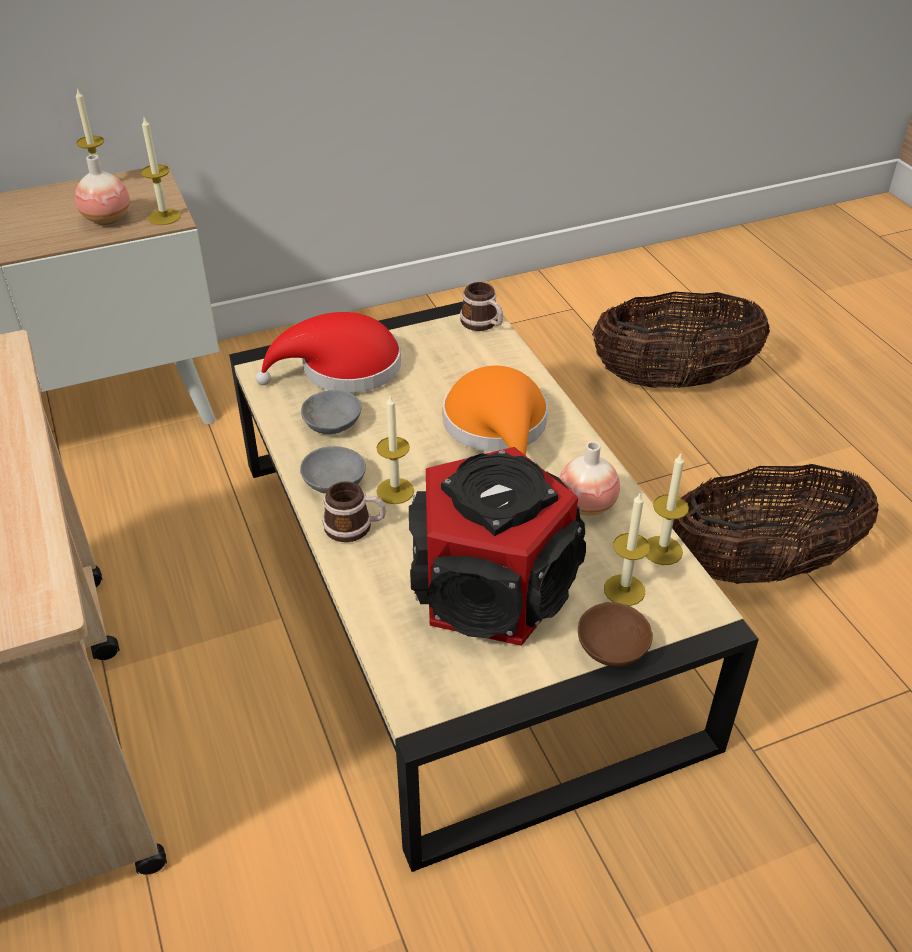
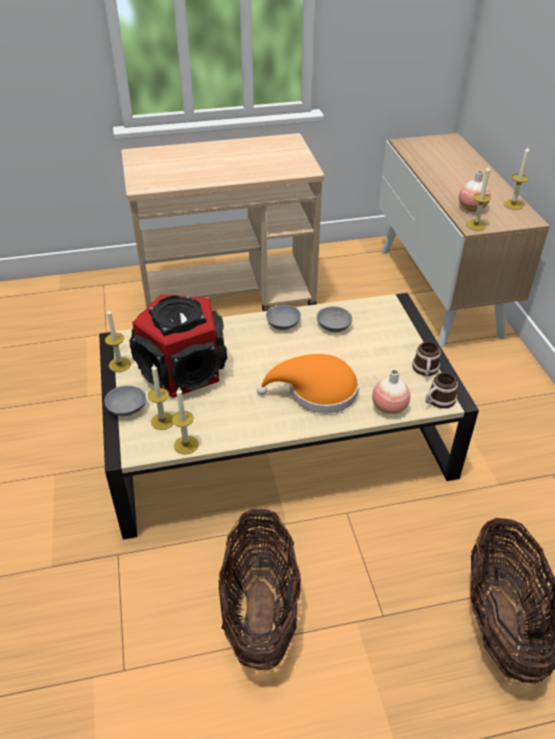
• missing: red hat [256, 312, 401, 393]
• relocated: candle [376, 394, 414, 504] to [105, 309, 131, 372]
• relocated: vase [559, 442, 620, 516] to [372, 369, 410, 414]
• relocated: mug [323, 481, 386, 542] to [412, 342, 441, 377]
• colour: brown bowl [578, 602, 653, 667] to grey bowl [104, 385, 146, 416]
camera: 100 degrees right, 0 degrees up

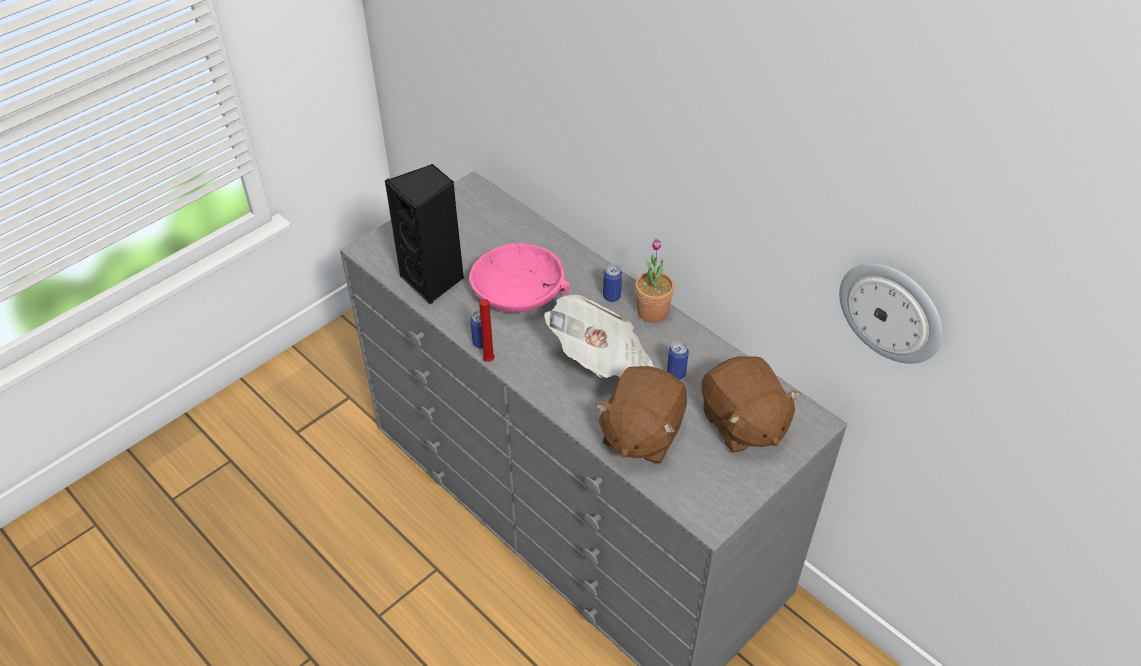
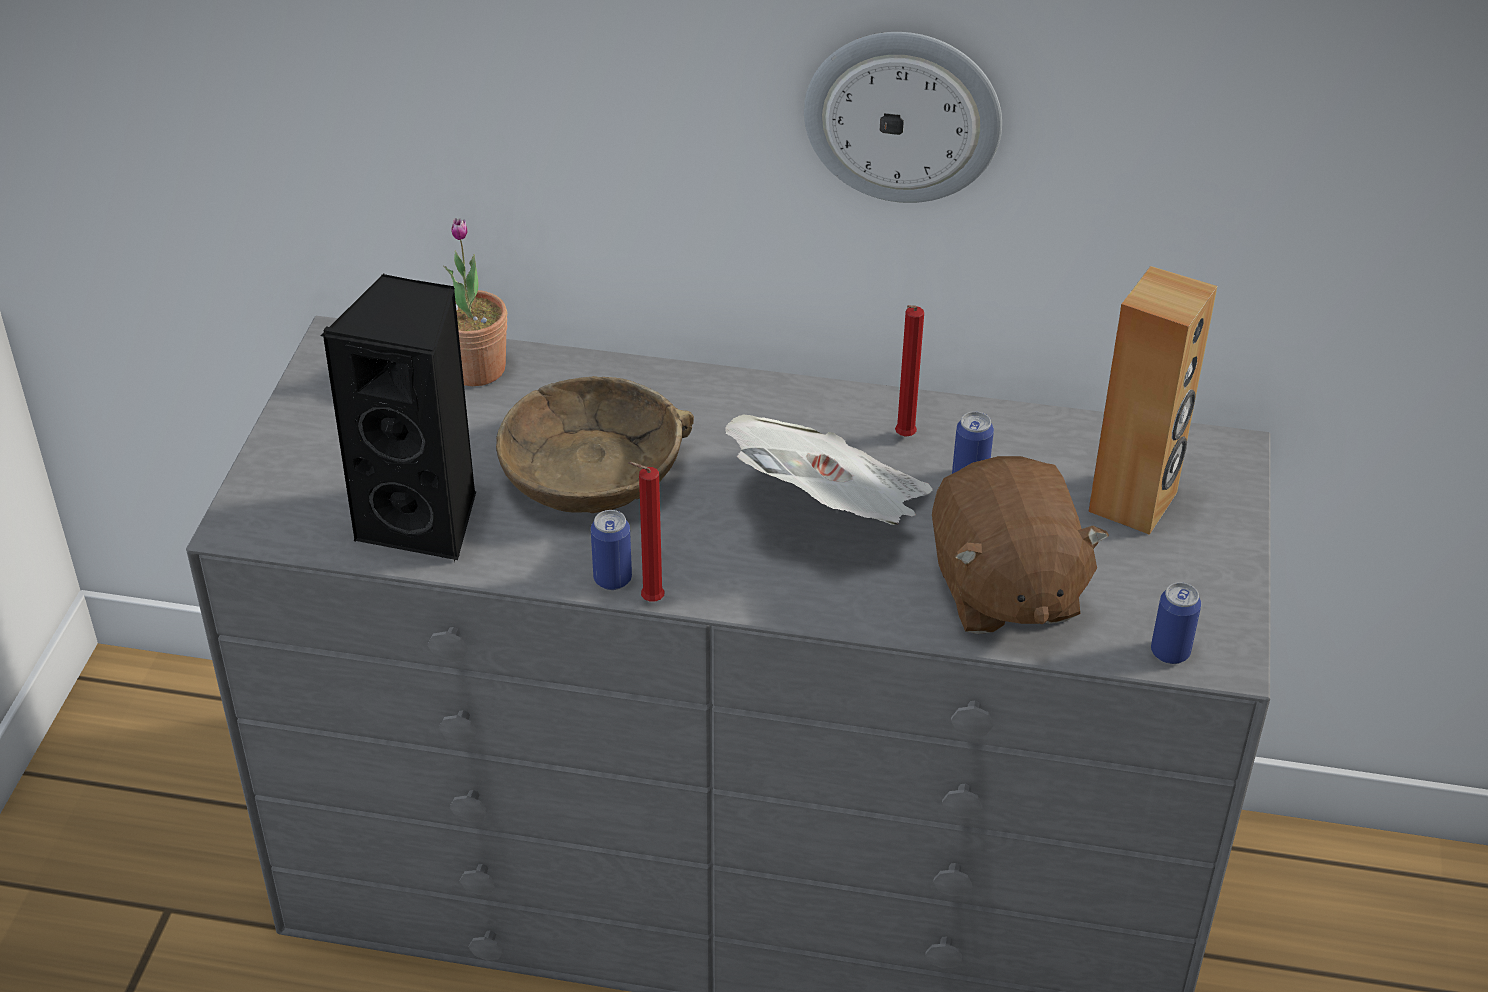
• relocated: potted plant [635, 238, 674, 322] to [443, 218, 507, 386]
• colour: pink bowl [469, 243, 570, 313] to brown bowl [496, 376, 694, 513]
• relocated: wall clock [839, 263, 943, 364] to [804, 32, 1002, 203]
• relocated: can [603, 265, 622, 302] to [1151, 582, 1201, 664]
• exchanged: brown plush toy [701, 356, 801, 452] to brown speaker [1088, 266, 1217, 535]
• appeared: red candle [895, 305, 924, 437]
camera: 35 degrees left, 5 degrees down

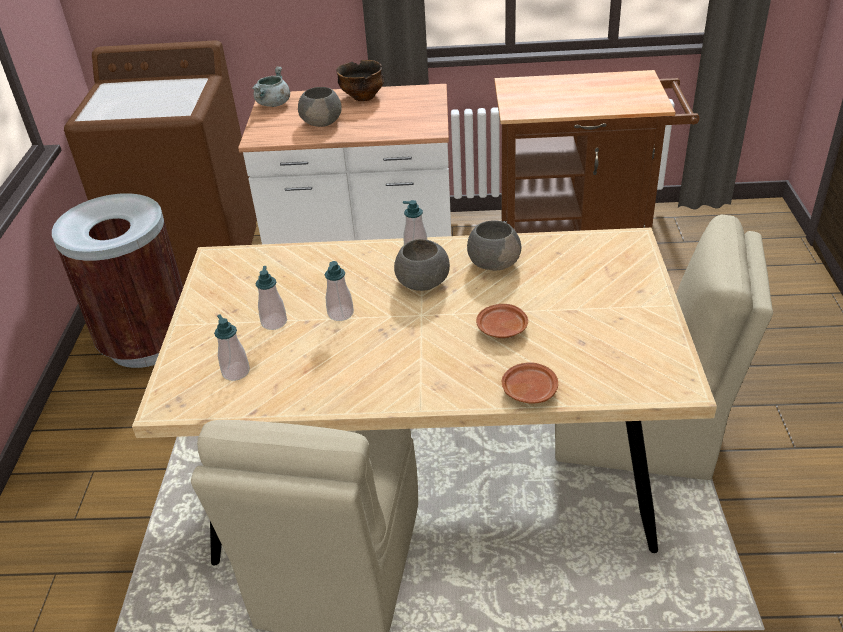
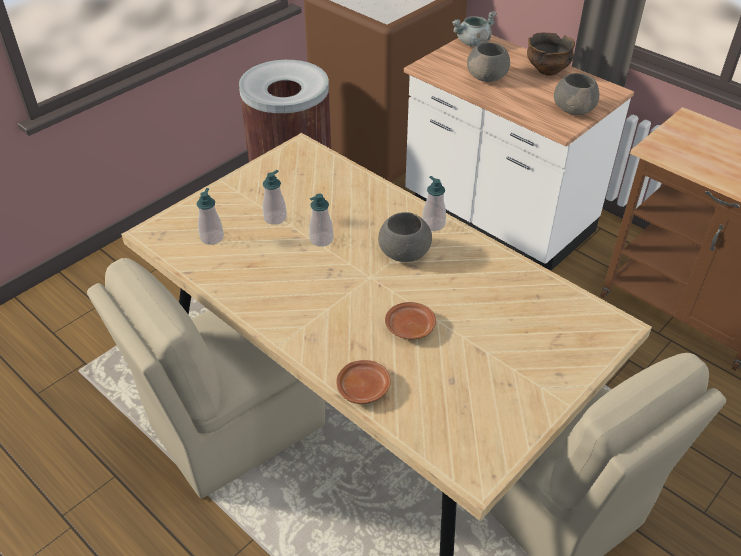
• relocated: grey bowl [467, 220, 521, 271] to [554, 73, 599, 115]
camera: 40 degrees right, 5 degrees up

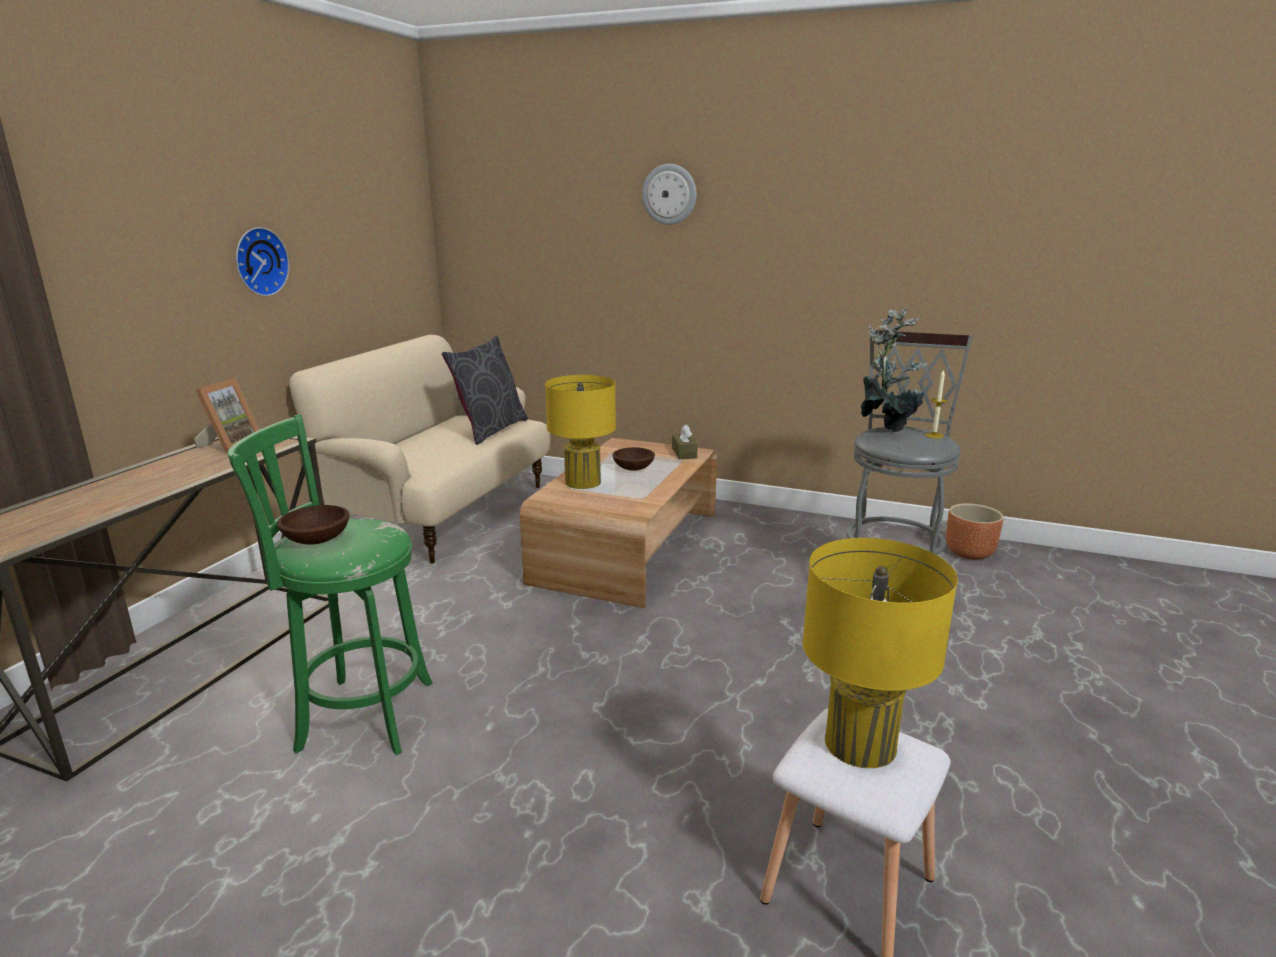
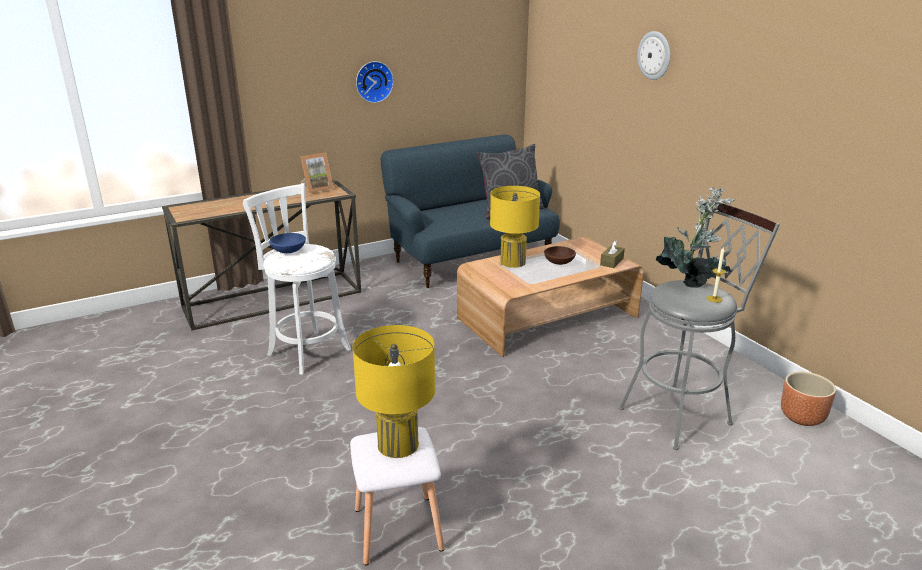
• colour: beige sofa [289, 335, 551, 564] to blue sofa [381, 134, 560, 288]
• colour: green stool [228, 414, 433, 755] to white stool [243, 183, 351, 375]
• colour: brown bowl [277, 505, 350, 545] to blue bowl [269, 233, 306, 253]
camera: 40 degrees right, 5 degrees up

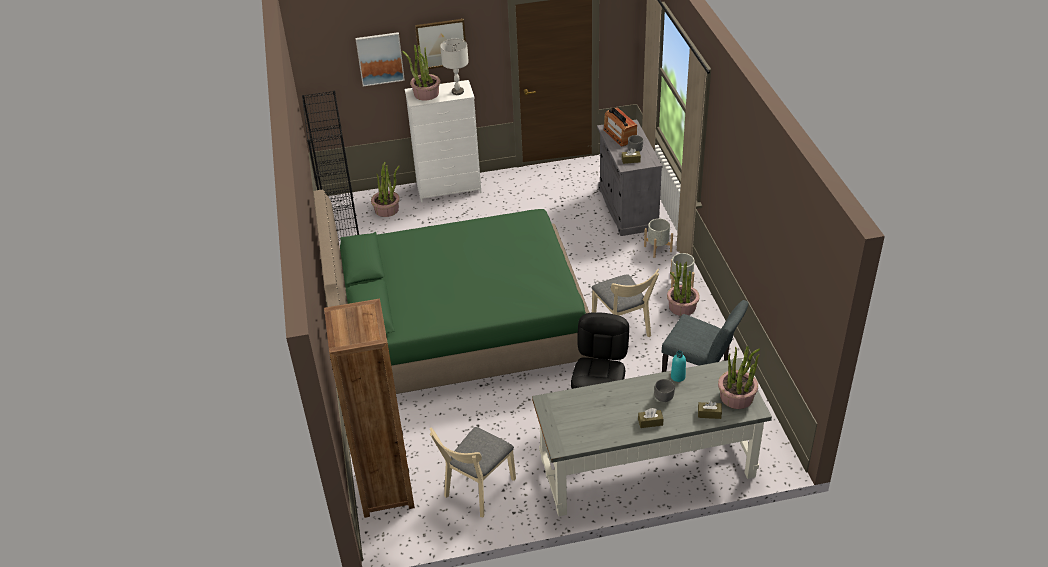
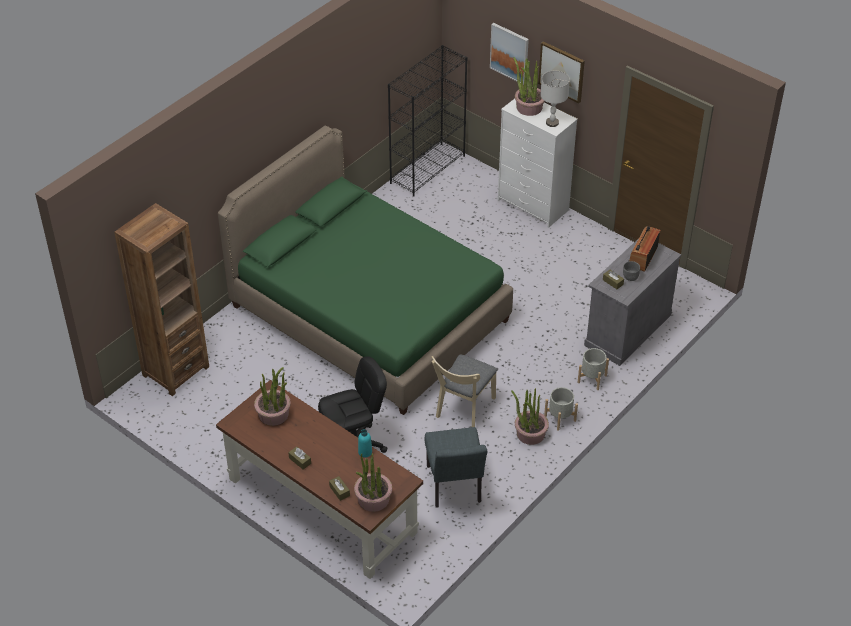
• relocated: potted plant [371, 162, 400, 217] to [254, 367, 291, 426]
• colour: grey desk [532, 358, 772, 517] to brown desk [216, 380, 423, 579]
• missing: grey bowl [654, 379, 675, 402]
• missing: beige chair [430, 427, 516, 517]
camera: 50 degrees right, 5 degrees up

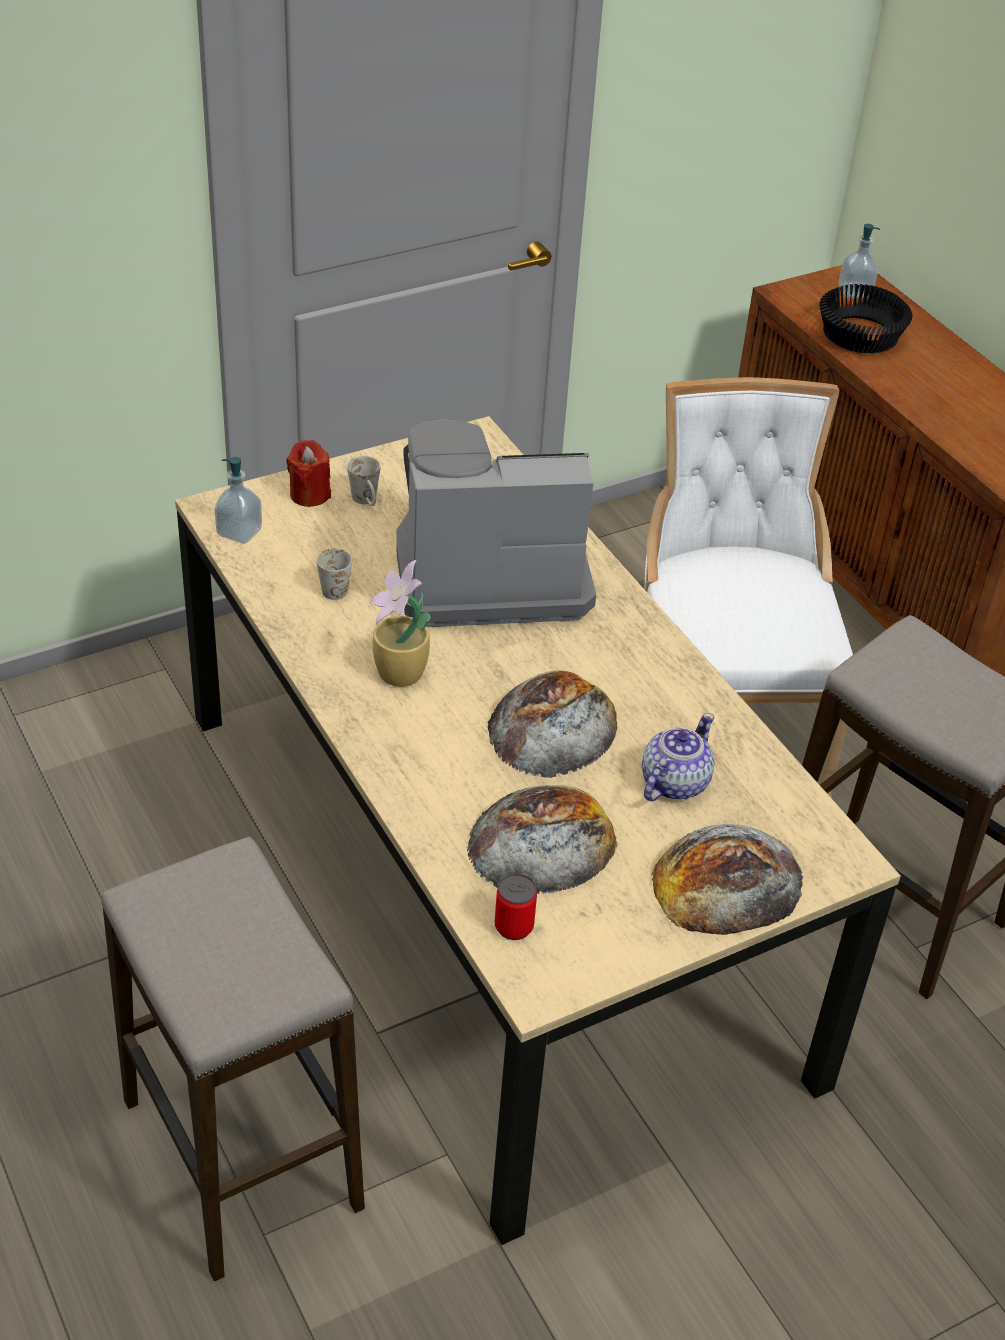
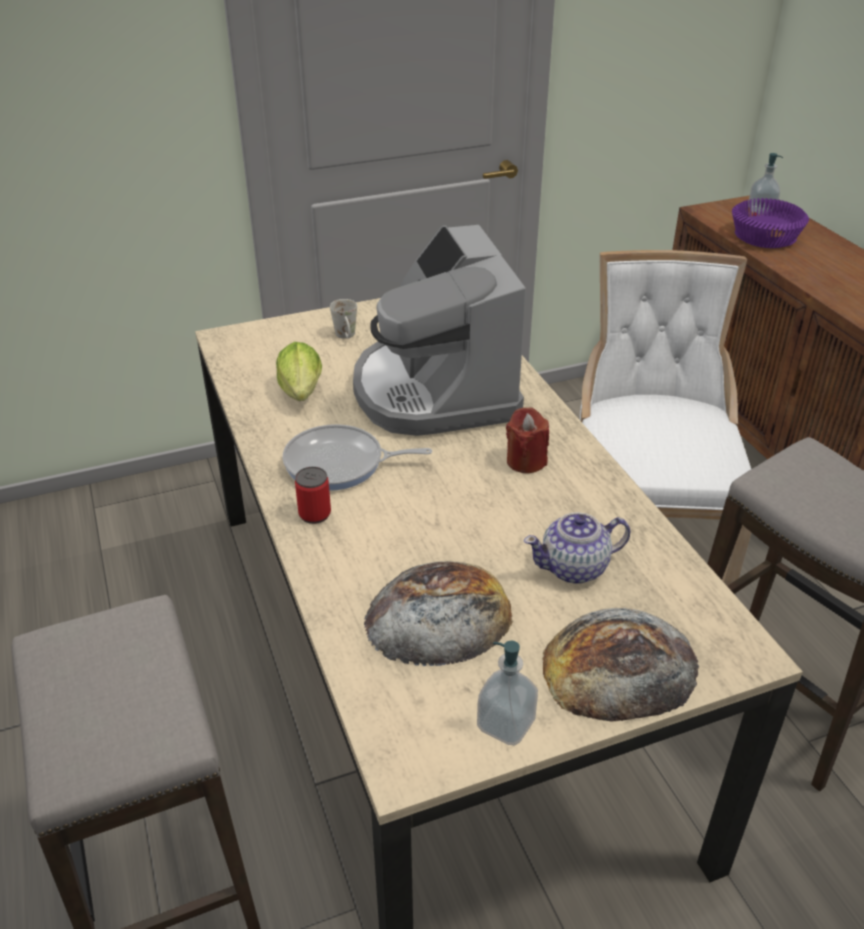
• colour: black bowl [819, 284, 913, 353] to purple bowl [732, 198, 809, 248]
• spun: coffee machine [396, 420, 596, 627] = [353, 225, 526, 436] 105 degrees counterclockwise
• relocated: red candle [286, 440, 331, 507] to [506, 408, 549, 473]
• relocated: soap dispenser [215, 457, 262, 544] to [477, 641, 538, 745]
• exchanged: white mug [316, 548, 352, 600] to lettuce [276, 342, 322, 401]
• exchanged: potted plant [370, 560, 431, 687] to frying pan [283, 424, 432, 491]
• missing: bread [487, 670, 618, 778]
• spun: teapot [642, 713, 715, 801] = [524, 512, 630, 584] 150 degrees counterclockwise
• relocated: can [495, 874, 537, 940] to [295, 467, 331, 524]
camera: 10 degrees right, 5 degrees down

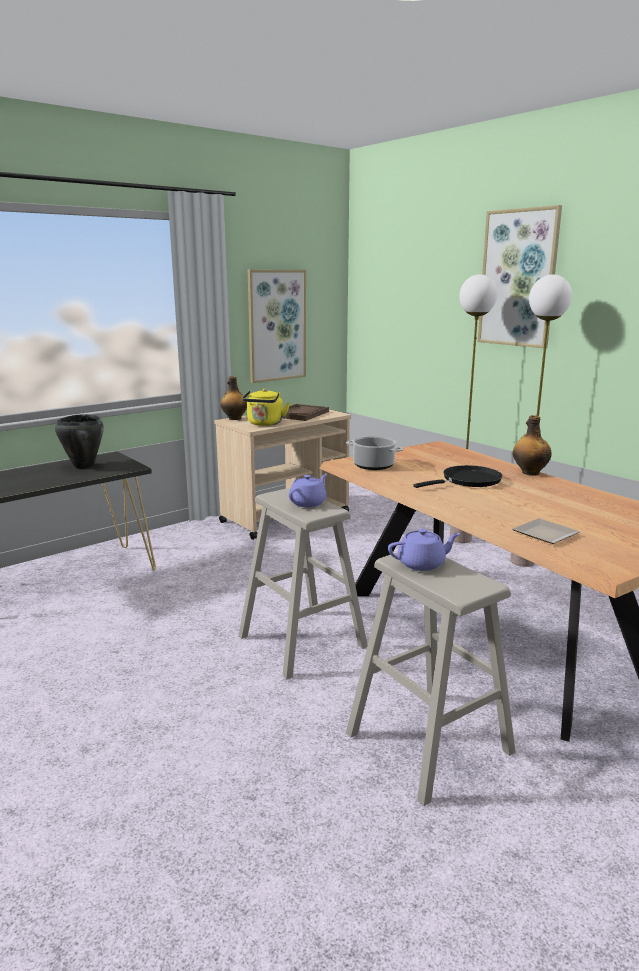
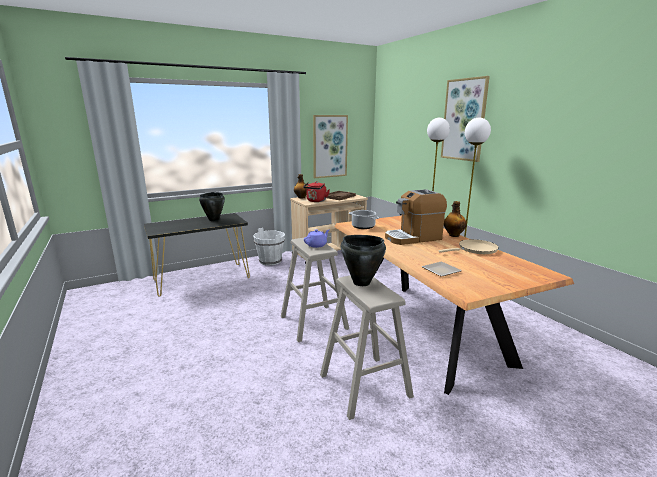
• colour: yellow kettle [242, 389, 290, 426] to red kettle [303, 181, 330, 202]
• exchanged: black frying pan [414, 465, 502, 488] to coffee machine [385, 189, 447, 245]
• exchanged: purple teapot [388, 529, 460, 571] to black cooking pot [340, 235, 386, 286]
• appeared: white bucket [253, 228, 285, 266]
• appeared: beige frying pan [439, 239, 499, 254]
camera: 10 degrees right, 0 degrees up

